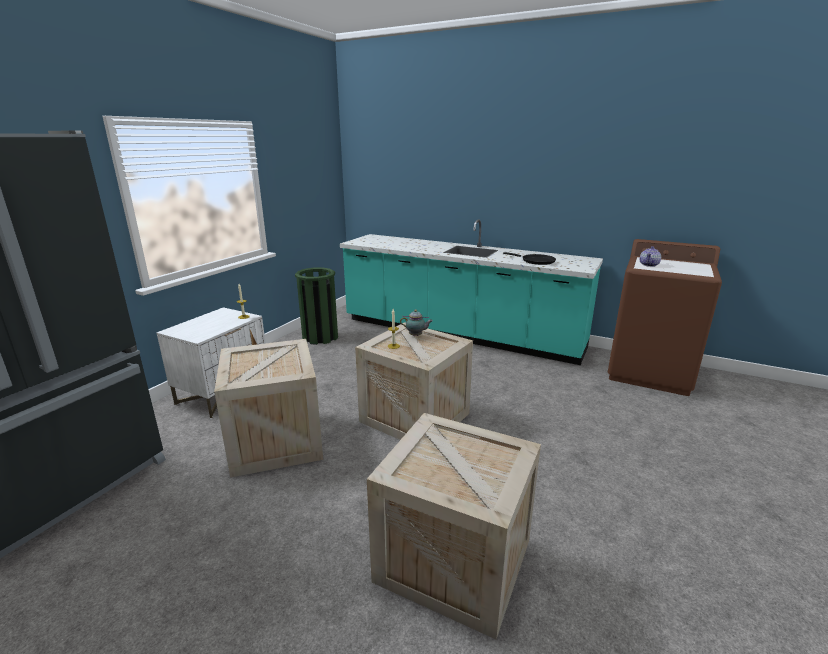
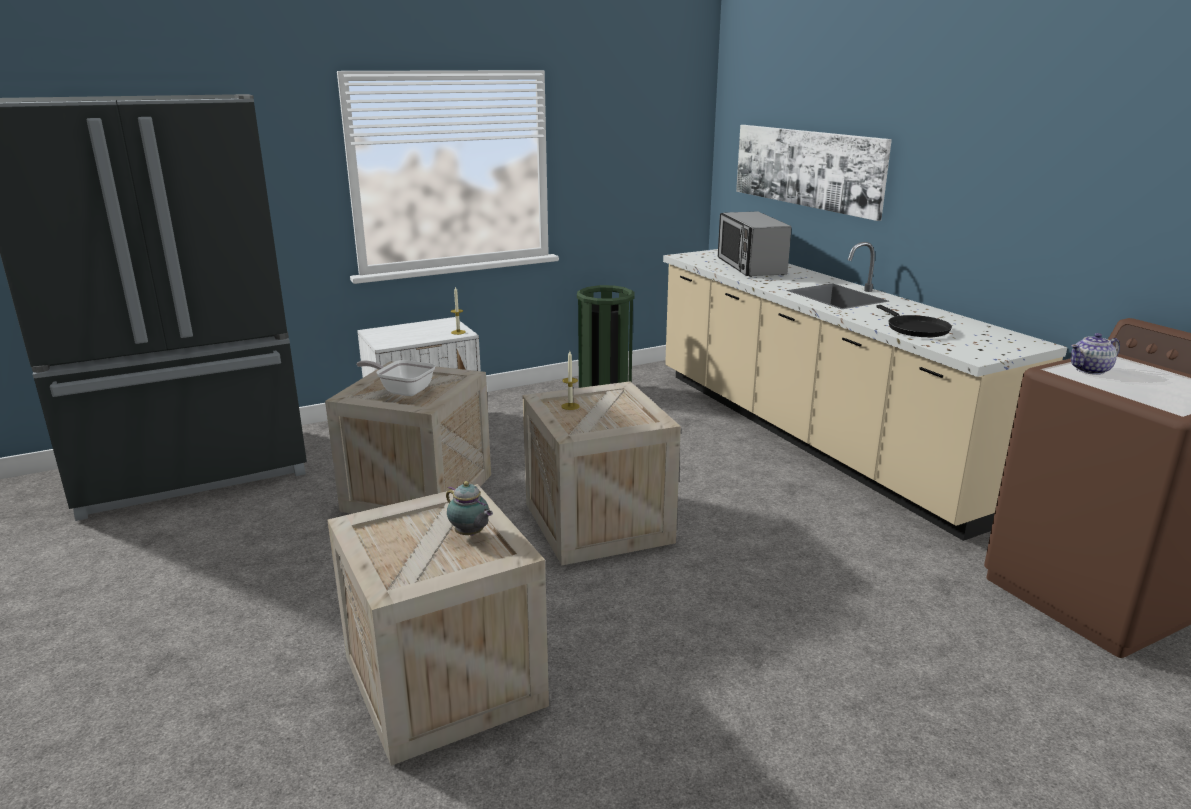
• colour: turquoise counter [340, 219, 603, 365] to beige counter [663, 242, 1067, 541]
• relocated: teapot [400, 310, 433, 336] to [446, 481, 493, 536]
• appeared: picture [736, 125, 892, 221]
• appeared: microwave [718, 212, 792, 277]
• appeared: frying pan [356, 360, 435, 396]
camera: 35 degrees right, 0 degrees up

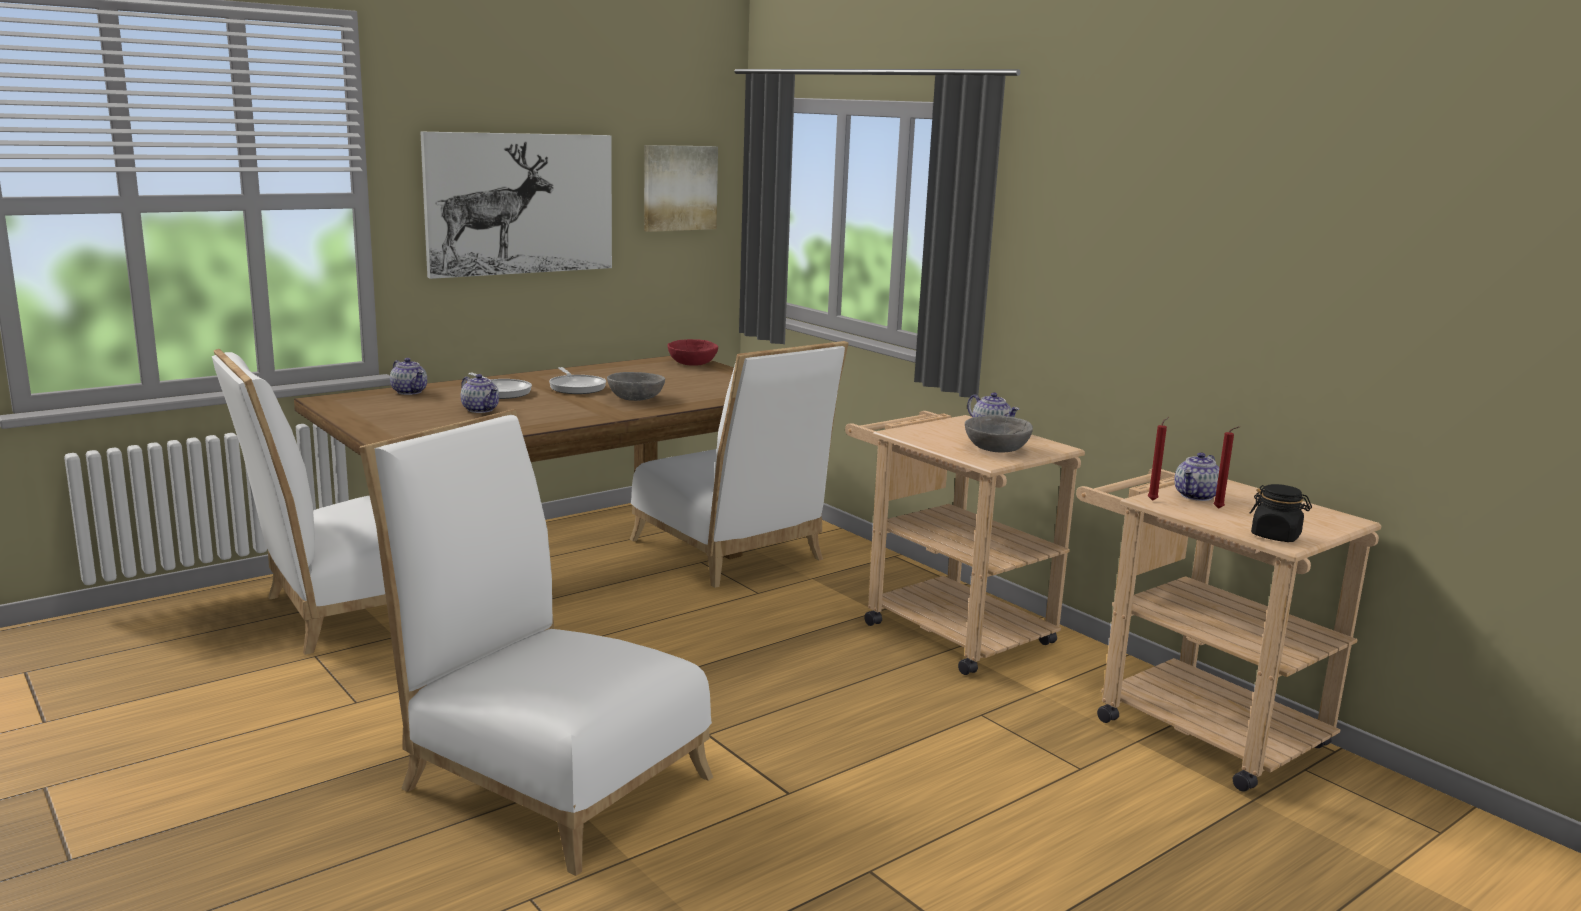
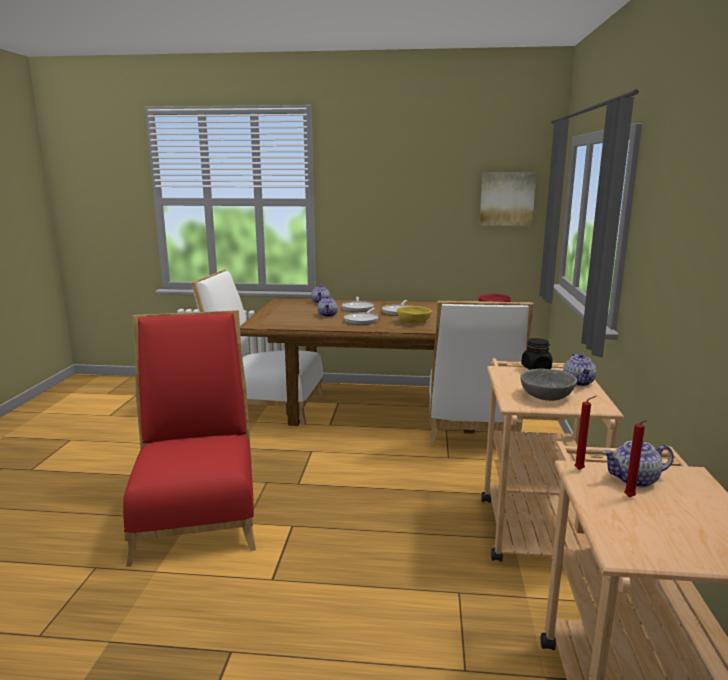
• missing: picture [420, 132, 612, 279]
• colour: grey bowl [607, 372, 665, 401] to yellow bowl [397, 306, 432, 324]
• colour: white chair [359, 409, 713, 876] to red chair [123, 310, 256, 567]
• relocated: black jar [1250, 484, 1312, 542] to [521, 338, 552, 370]
• appeared: frying pan [344, 308, 379, 325]
camera: 45 degrees right, 0 degrees up

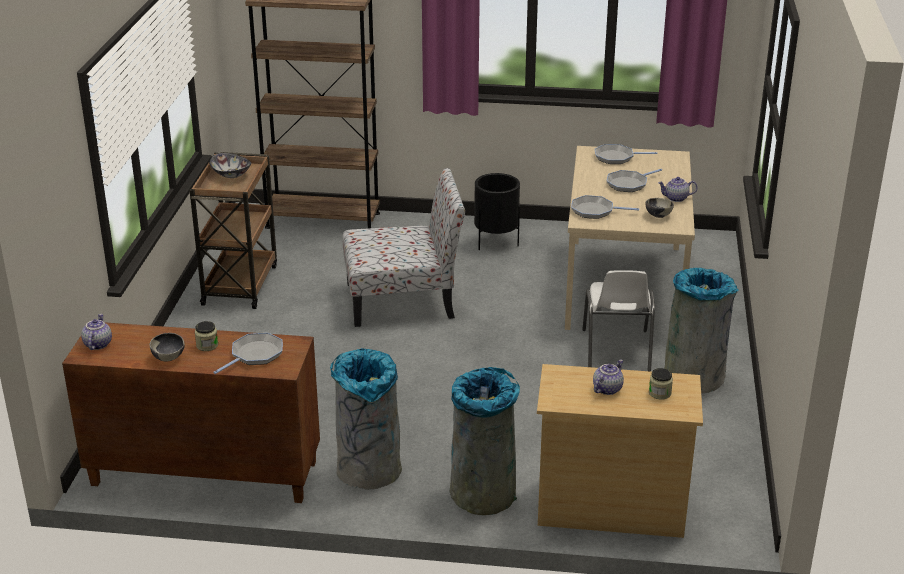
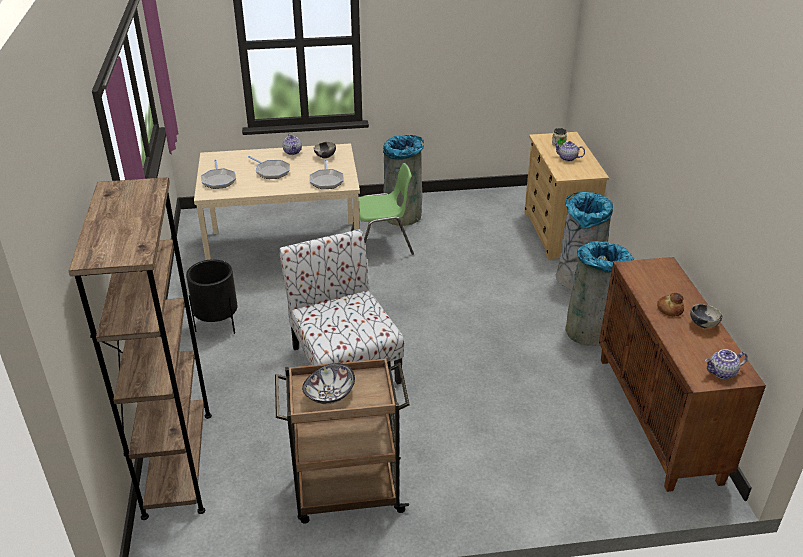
• colour: white chair [582, 270, 655, 371] to green chair [351, 163, 414, 255]
• exchanged: jar [195, 321, 218, 351] to bread [657, 293, 684, 316]
• missing: frying pan [213, 333, 283, 374]
camera: 105 degrees left, 5 degrees up

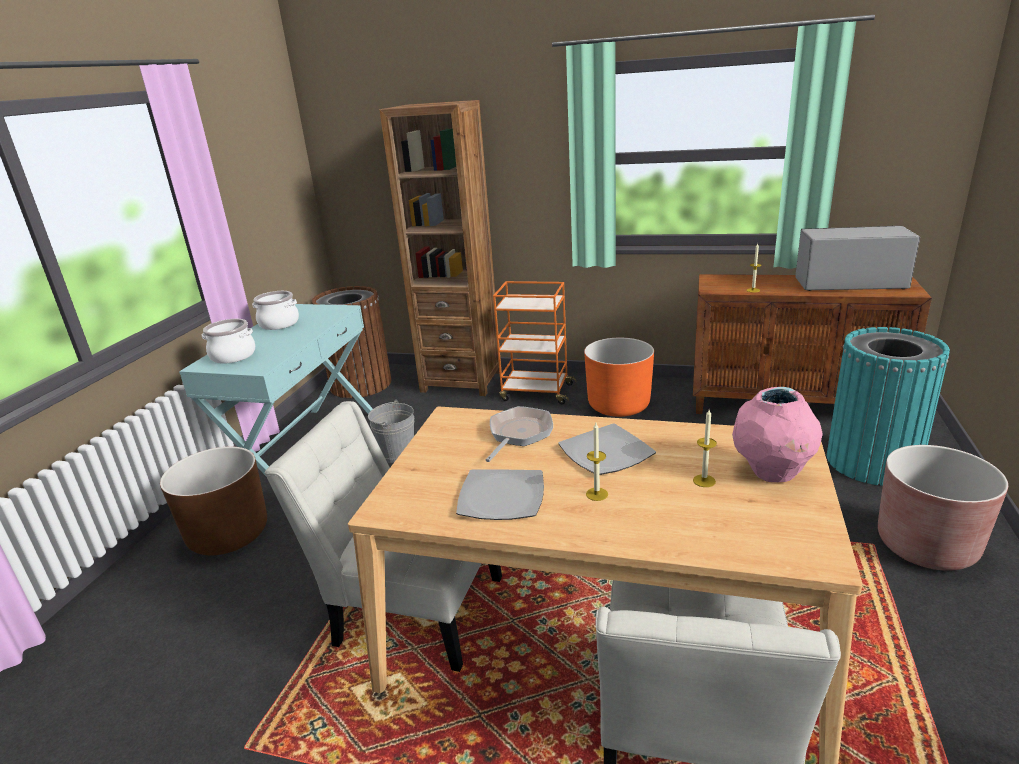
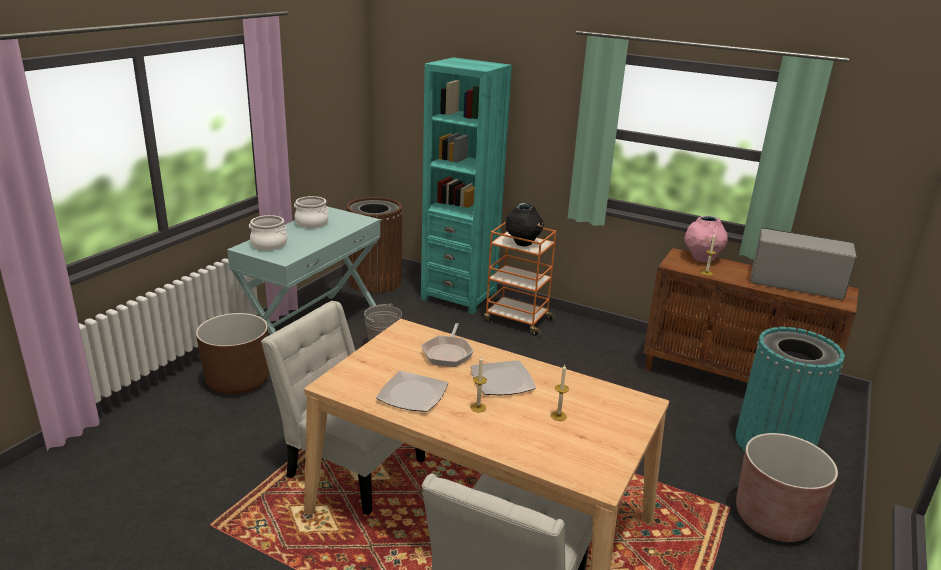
• colour: brown bookcase [380, 100, 502, 396] to turquoise bookcase [421, 57, 512, 314]
• missing: orange planter [584, 338, 654, 417]
• relocated: pink vase [732, 387, 823, 482] to [684, 216, 728, 262]
• spun: frying pan [486, 406, 553, 462] = [421, 323, 473, 367] 150 degrees clockwise
• appeared: black vase [506, 203, 544, 246]
camera: 10 degrees right, 0 degrees up

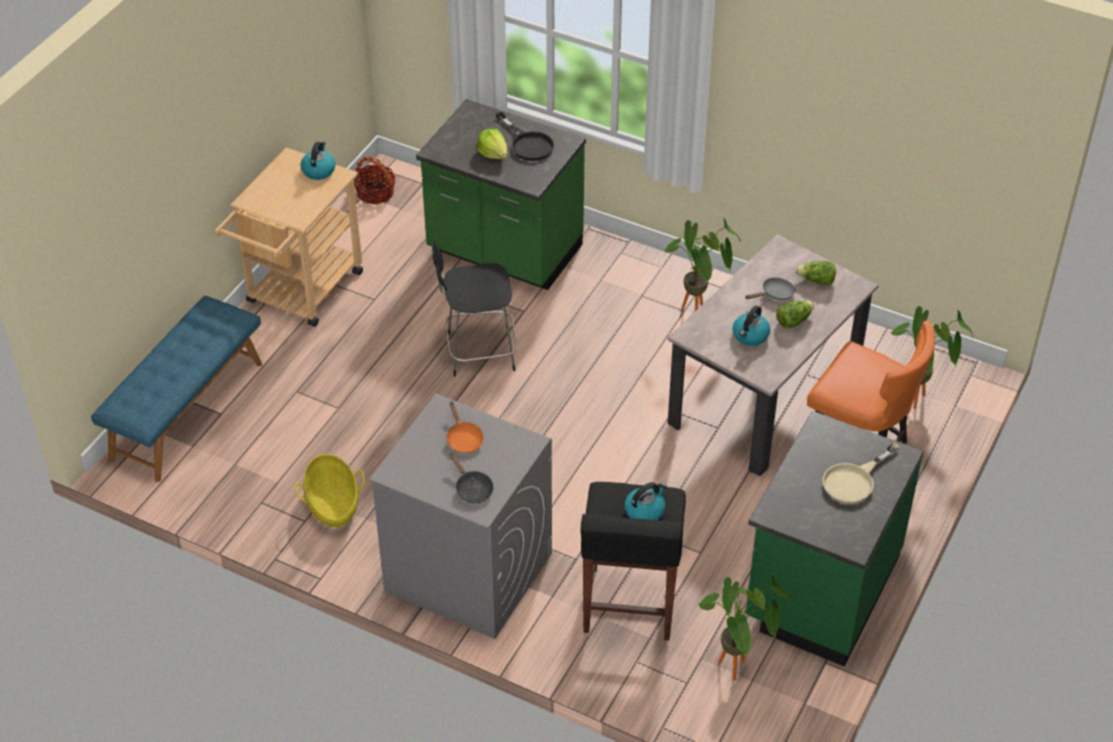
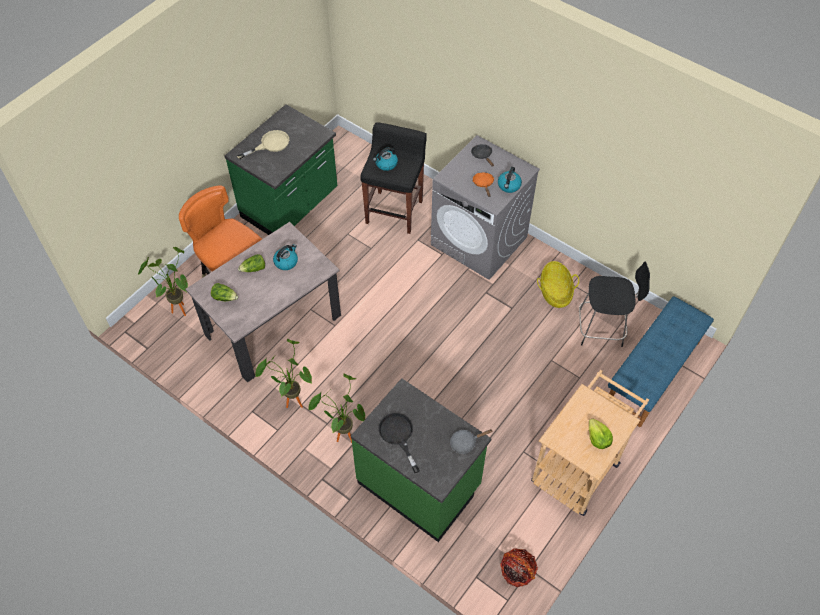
• relocated: lettuce [477, 129, 507, 159] to [589, 418, 613, 449]
• relocated: kettle [301, 142, 335, 180] to [498, 167, 522, 193]
• relocated: black stool [432, 236, 517, 377] to [579, 262, 650, 347]
• relocated: grey frying pan [745, 277, 795, 300] to [450, 429, 493, 454]
• relocated: potted plant [698, 575, 791, 681] to [308, 373, 365, 443]
camera: 170 degrees left, 10 degrees up

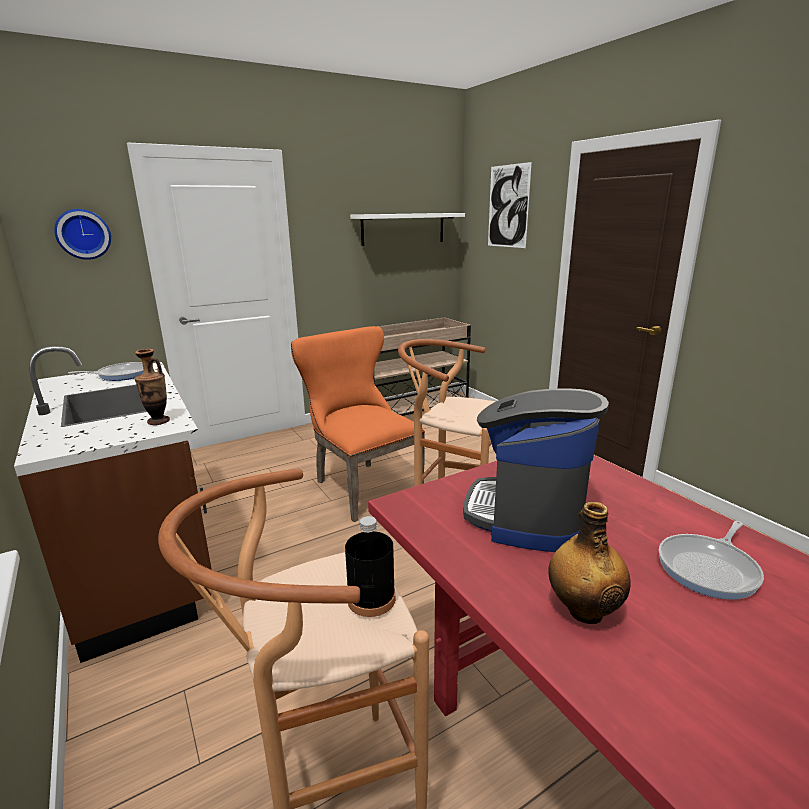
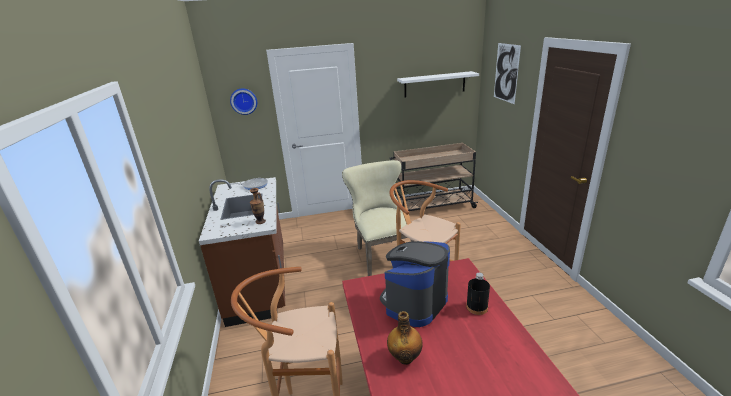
• colour: orange chair [291, 326, 425, 522] to beige chair [342, 160, 414, 276]
• relocated: black bottle [345, 516, 396, 617] to [466, 273, 490, 315]
• missing: frying pan [659, 521, 764, 600]
camera: 20 degrees right, 5 degrees up

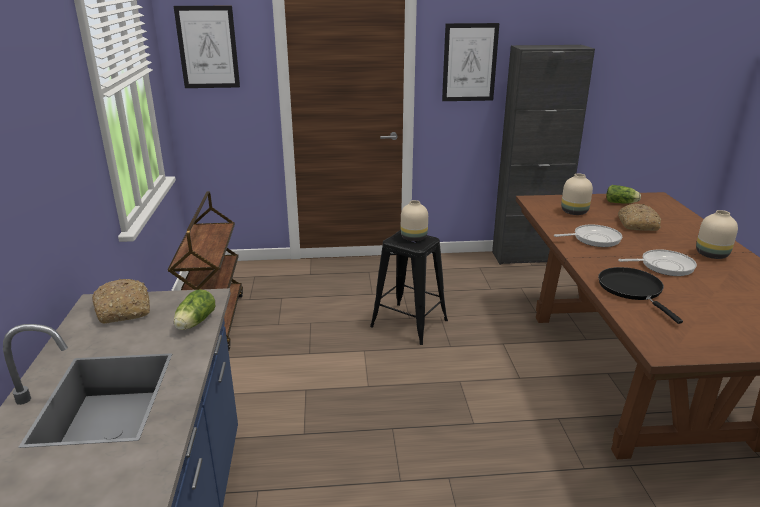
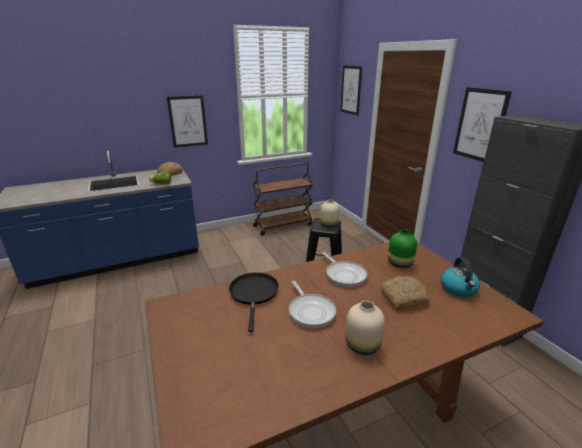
• colour: beige vase [561, 173, 593, 215] to green vase [388, 229, 417, 268]
• exchanged: lettuce [606, 185, 641, 204] to kettle [441, 257, 480, 297]
• spun: black frying pan [598, 267, 683, 324] = [229, 272, 279, 332] 60 degrees counterclockwise
• appeared: picture [167, 95, 208, 148]
camera: 70 degrees right, 0 degrees up

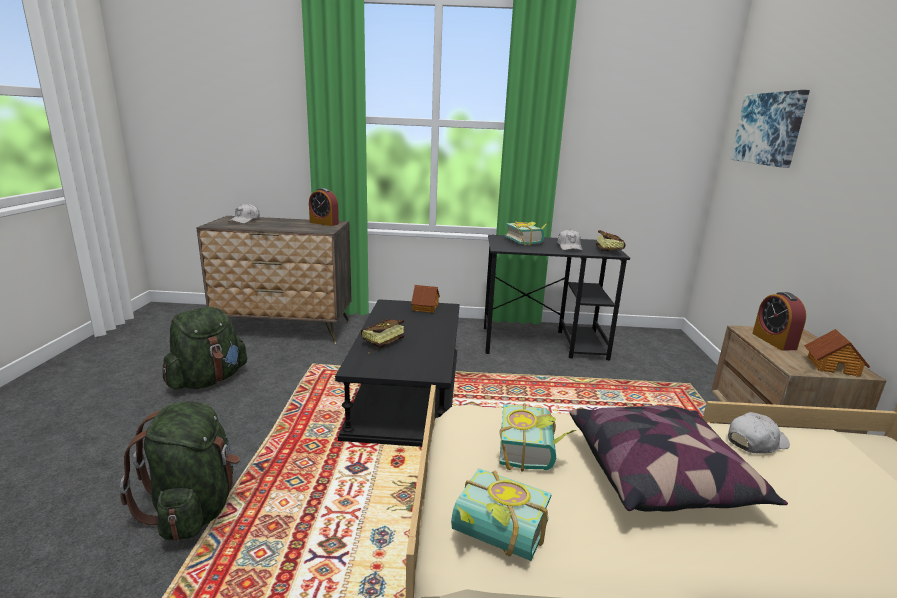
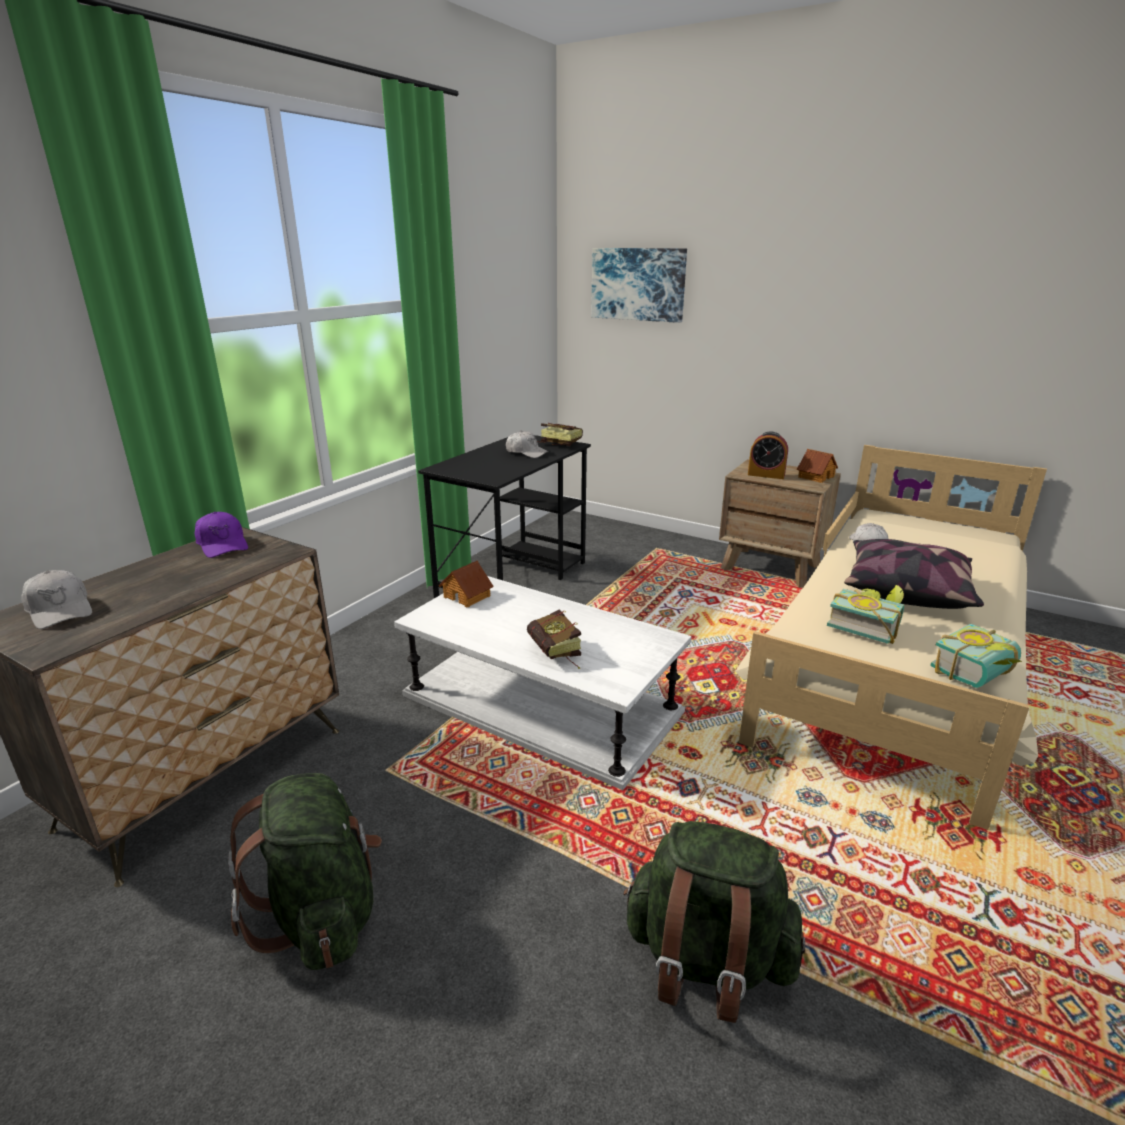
• exchanged: alarm clock [309, 188, 339, 226] to purple cap [195, 512, 248, 558]
• missing: book [505, 221, 549, 246]
• colour: black coffee table [335, 299, 460, 447] to white coffee table [394, 576, 692, 790]
camera: 60 degrees left, 5 degrees up

